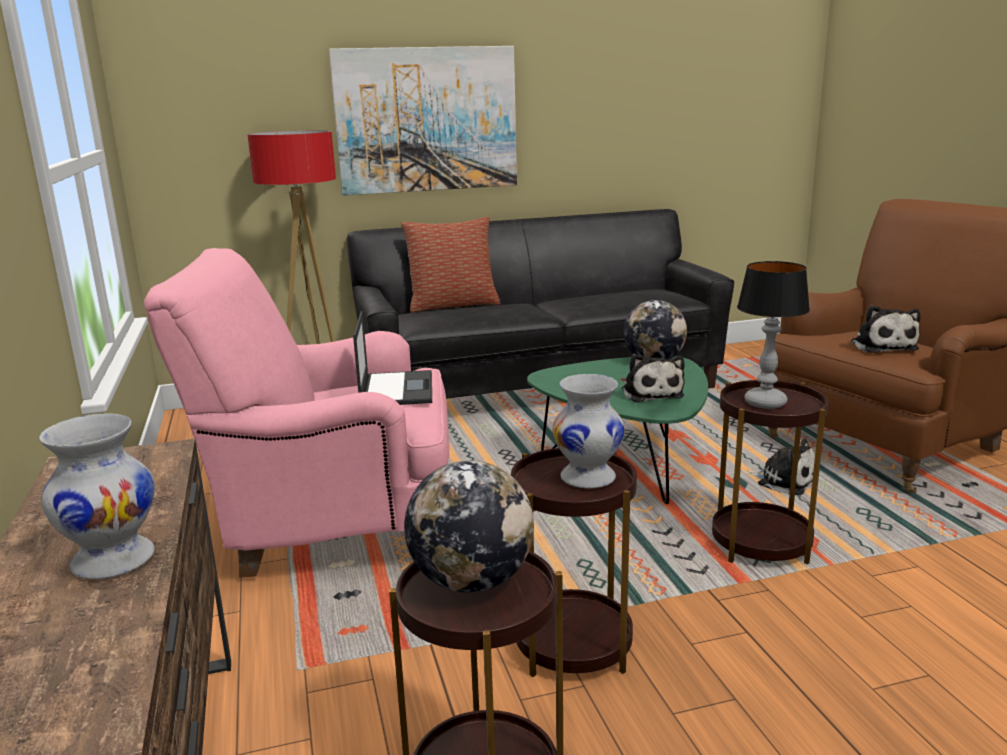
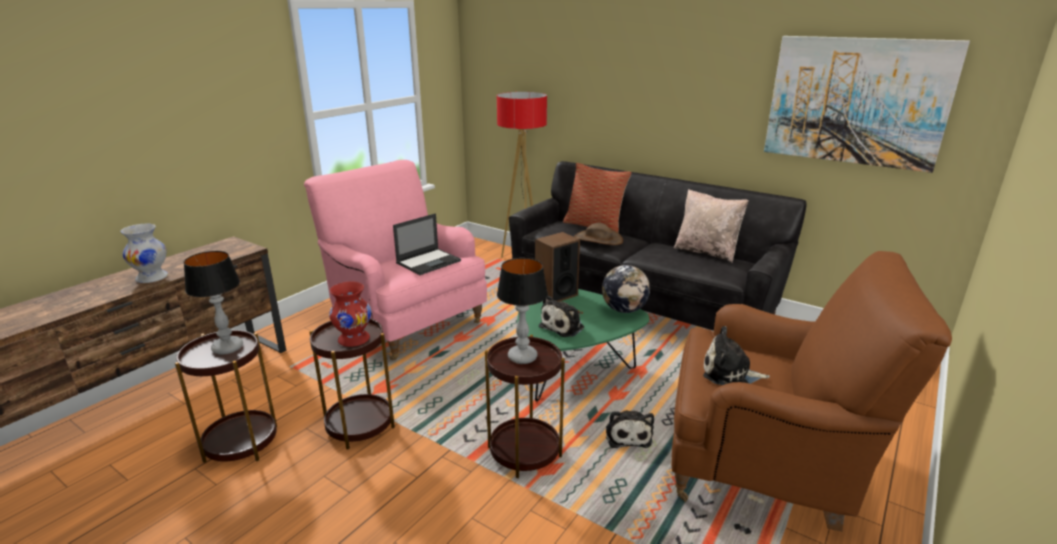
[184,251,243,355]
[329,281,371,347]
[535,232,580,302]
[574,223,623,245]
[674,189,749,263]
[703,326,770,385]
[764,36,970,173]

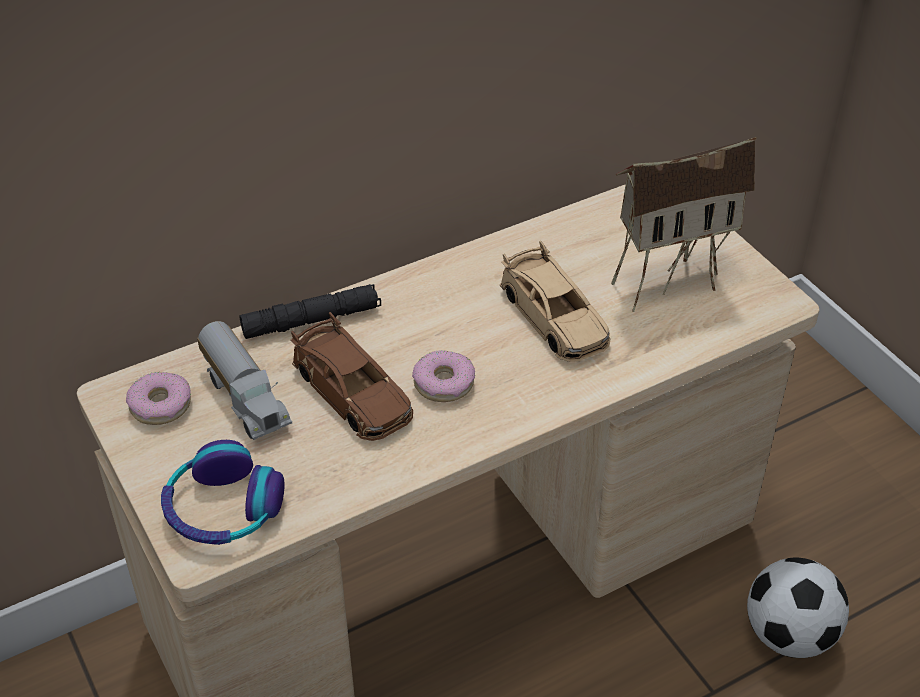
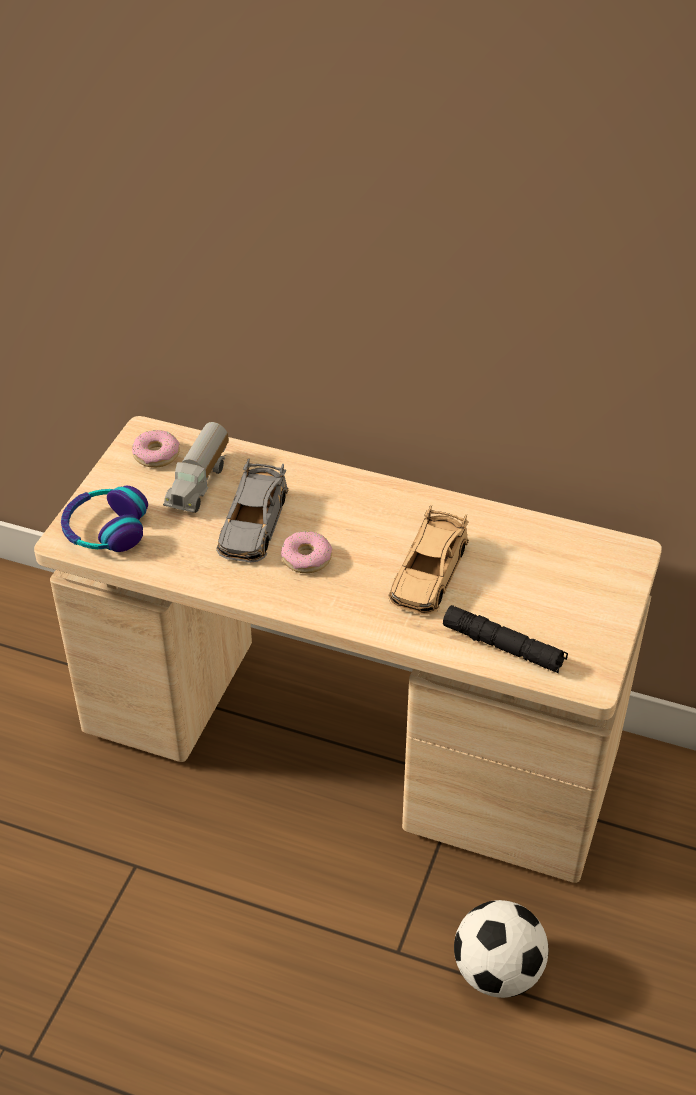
[216,459,289,563]
[443,605,568,673]
[611,137,757,312] (first image)

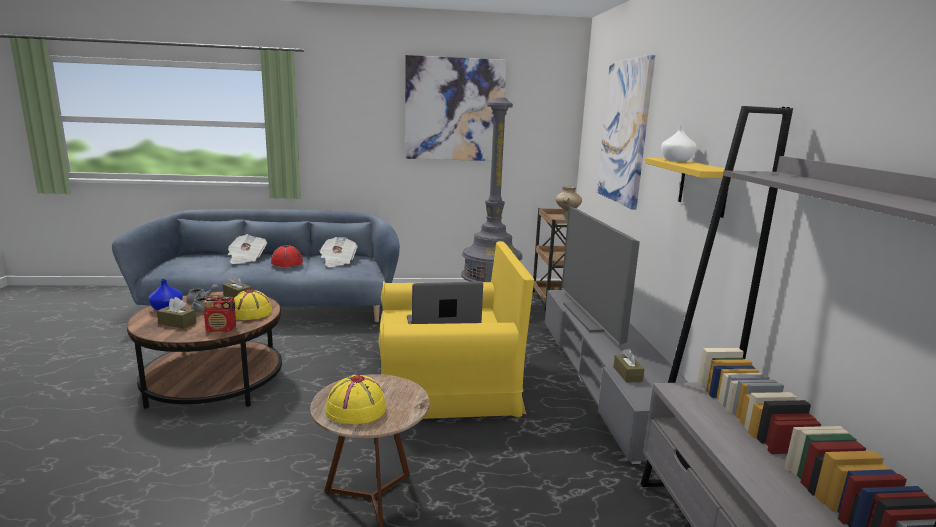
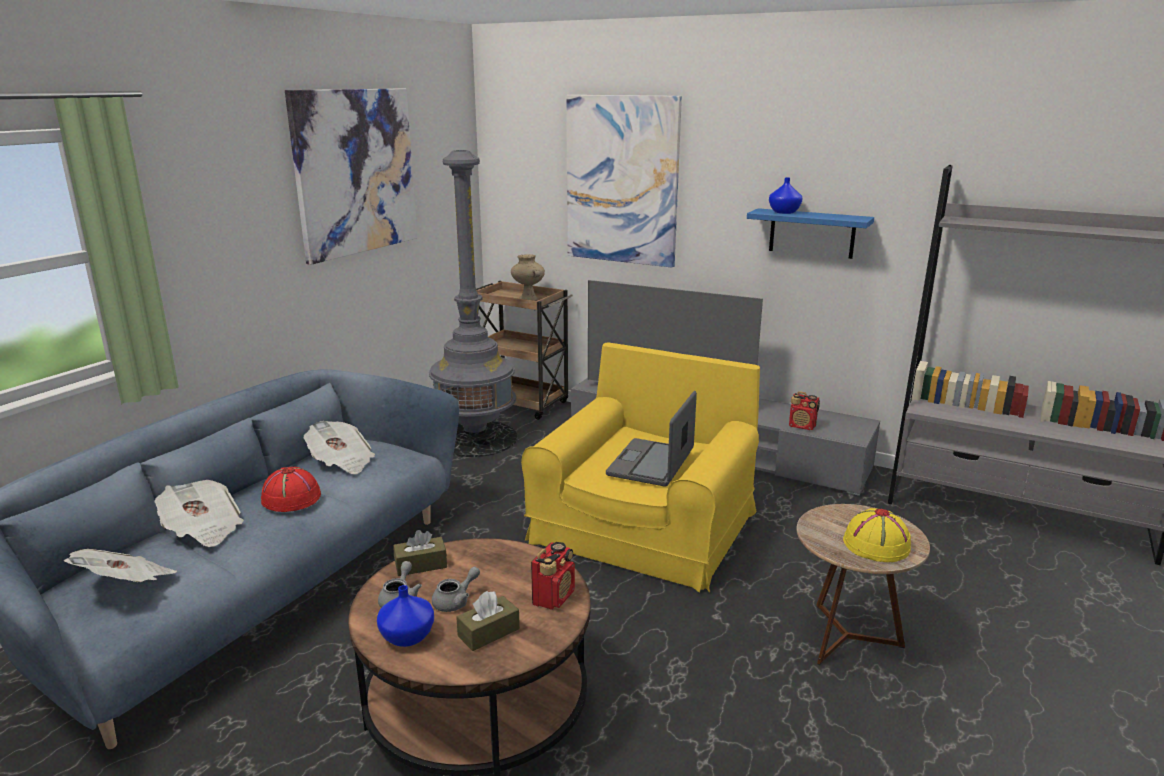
[63,549,177,582]
[747,208,874,259]
[769,177,803,214]
[789,391,820,430]
[234,289,272,320] (first image)

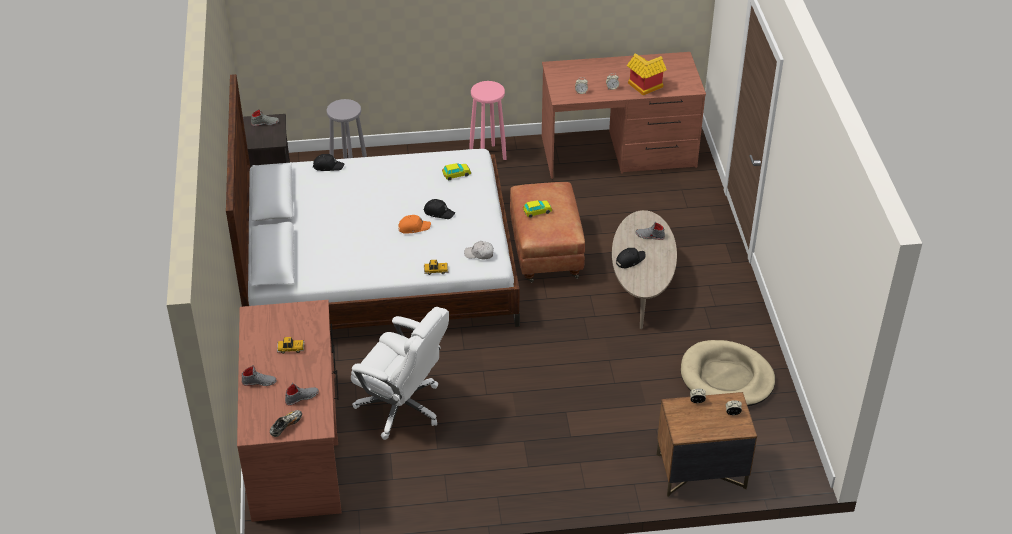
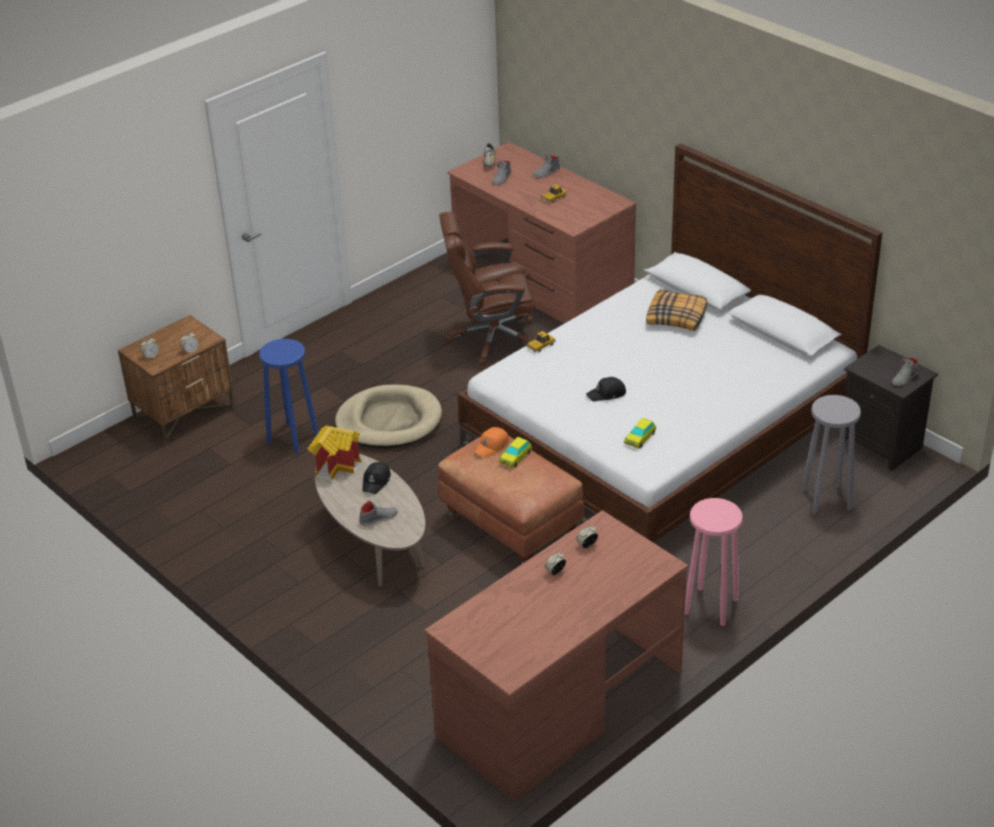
[259,339,318,454]
[307,426,361,480]
[335,385,442,448]
[439,212,535,366]
[475,427,509,457]
[646,289,707,331]
[313,154,344,171] (first image)
[464,241,494,260] (first image)

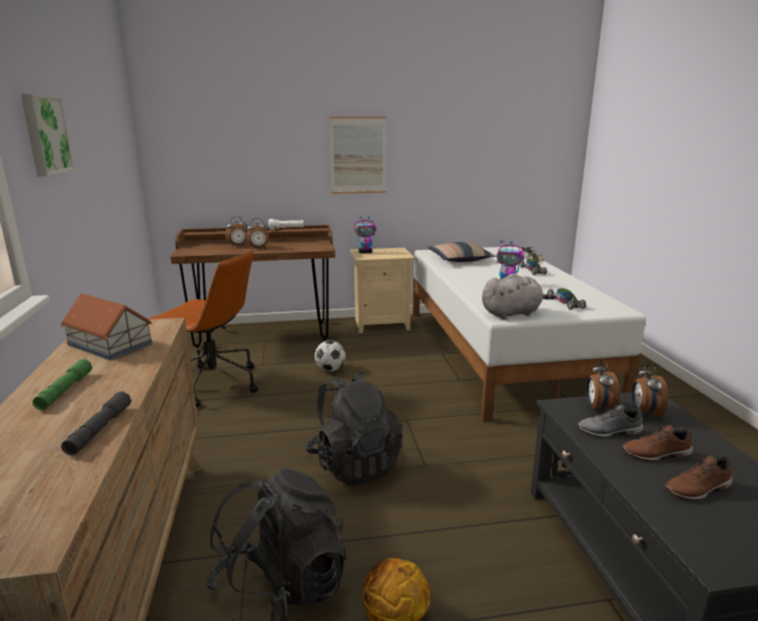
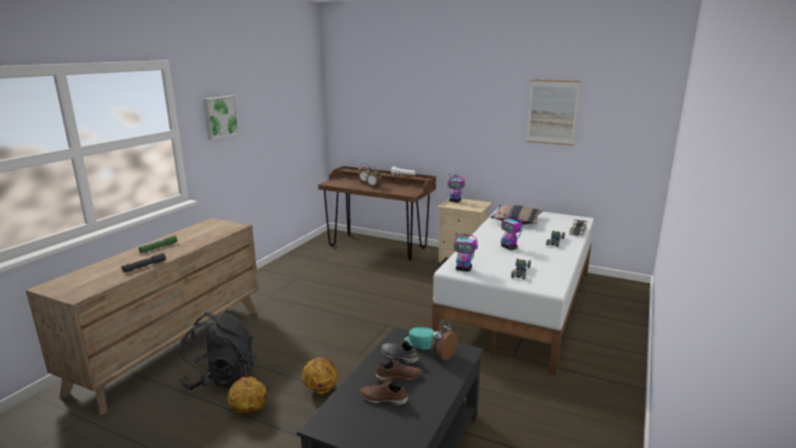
[302,357,338,394]
[376,359,422,382]
[404,327,435,350]
[453,233,478,272]
[526,80,581,146]
[60,293,152,360] (first image)
[148,250,258,407] (first image)
[305,371,403,486] (first image)
[315,340,346,371] (first image)

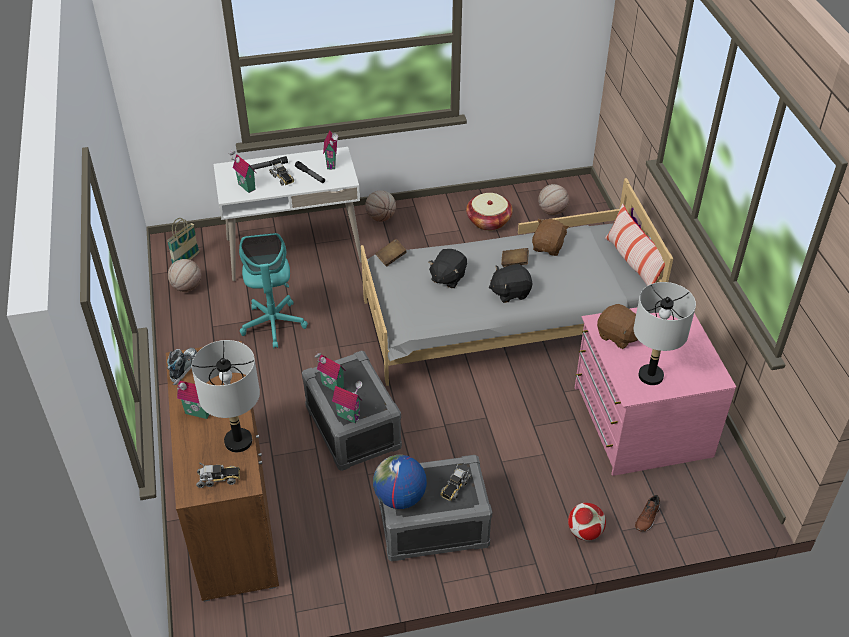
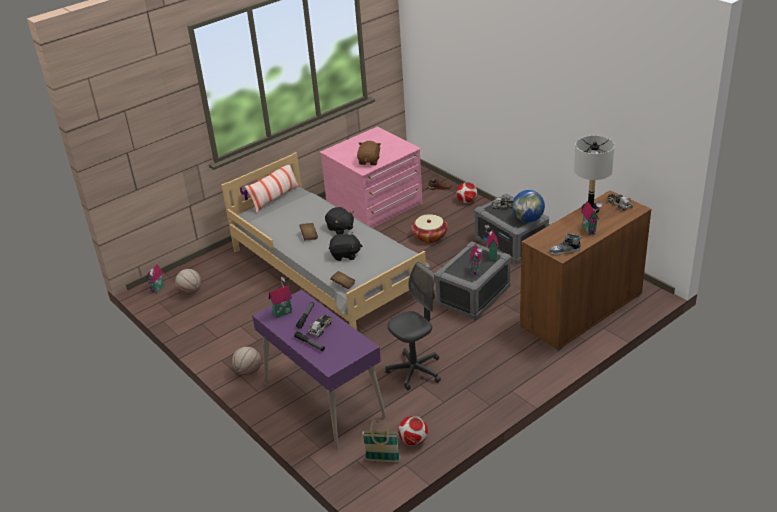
[146,264,164,294]
[252,290,386,449]
[385,262,441,390]
[399,416,428,446]
[411,214,448,243]
[532,219,569,256] (first image)
[634,282,696,385] (first image)

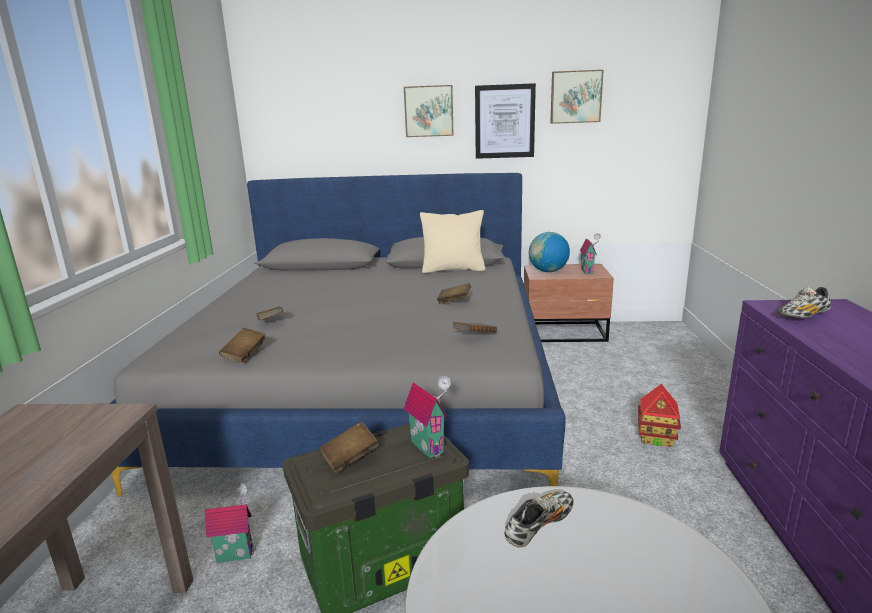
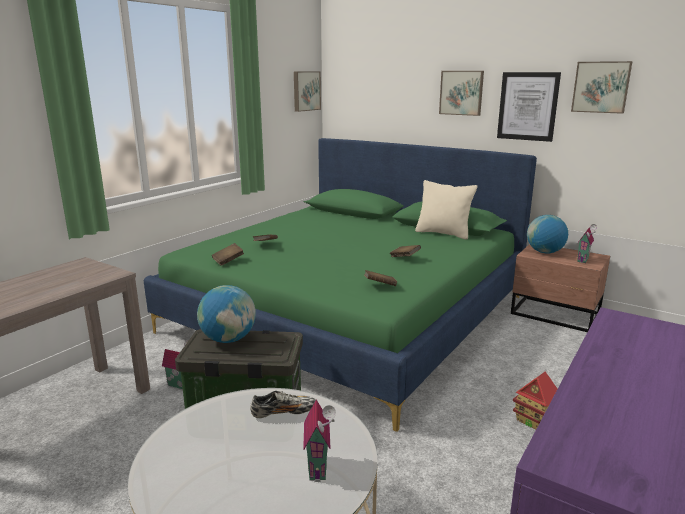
[144,138,537,432]
[197,285,256,343]
[294,71,321,112]
[303,399,336,482]
[777,287,831,318] (first image)

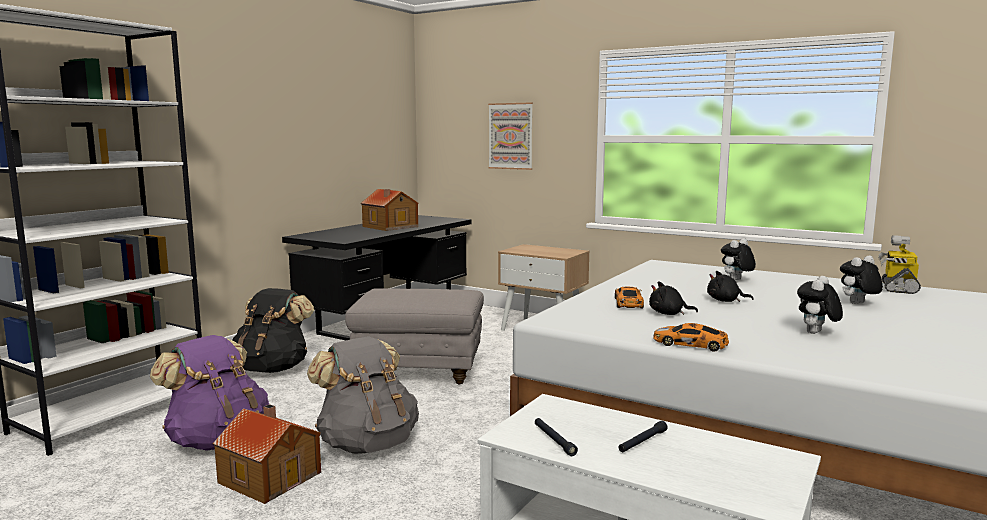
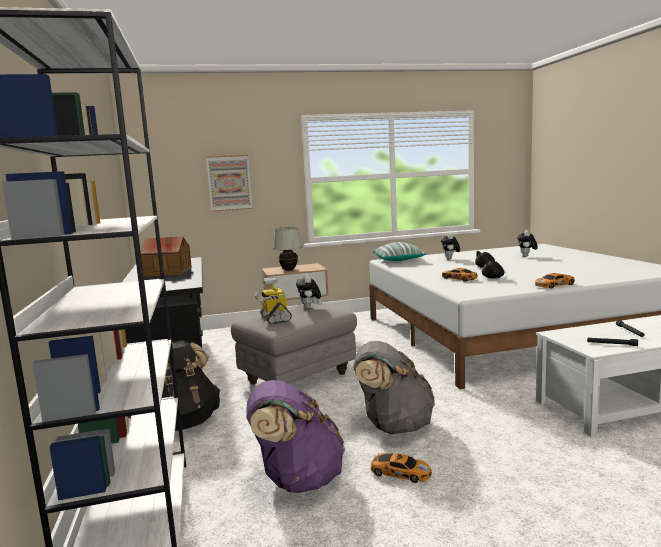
[255,277,292,324]
[273,227,302,271]
[296,274,321,309]
[371,453,432,483]
[373,242,427,261]

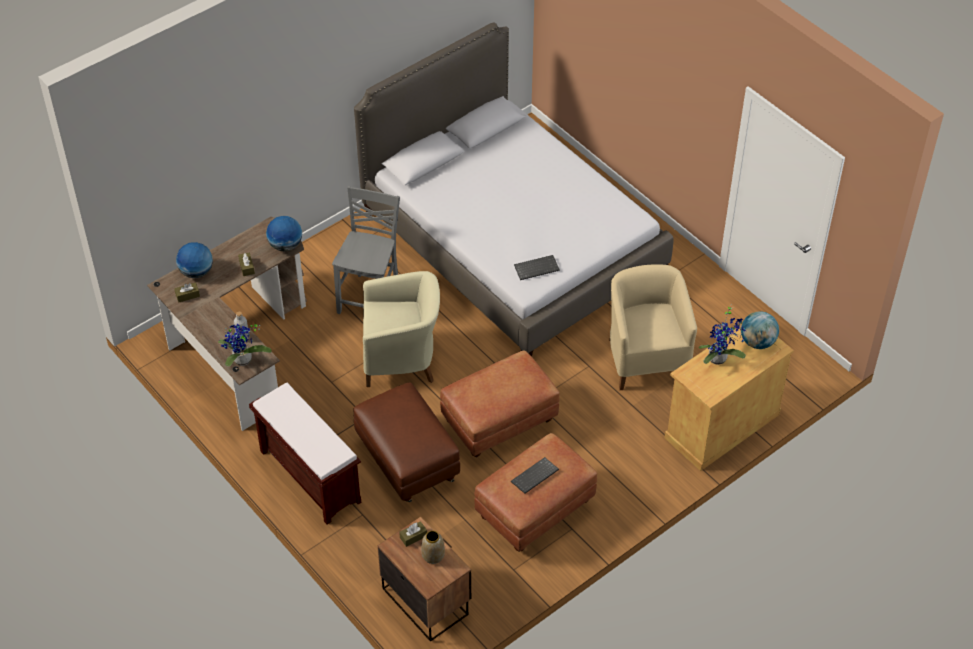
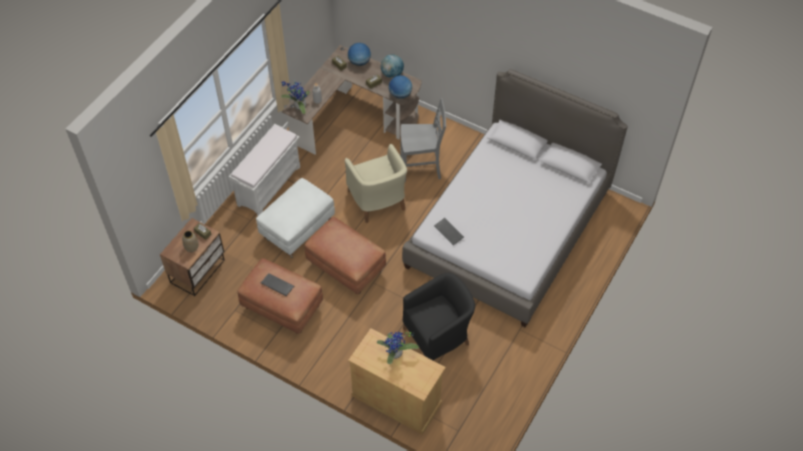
[229,124,300,216]
[256,178,335,258]
[381,54,404,78]
[403,273,475,360]

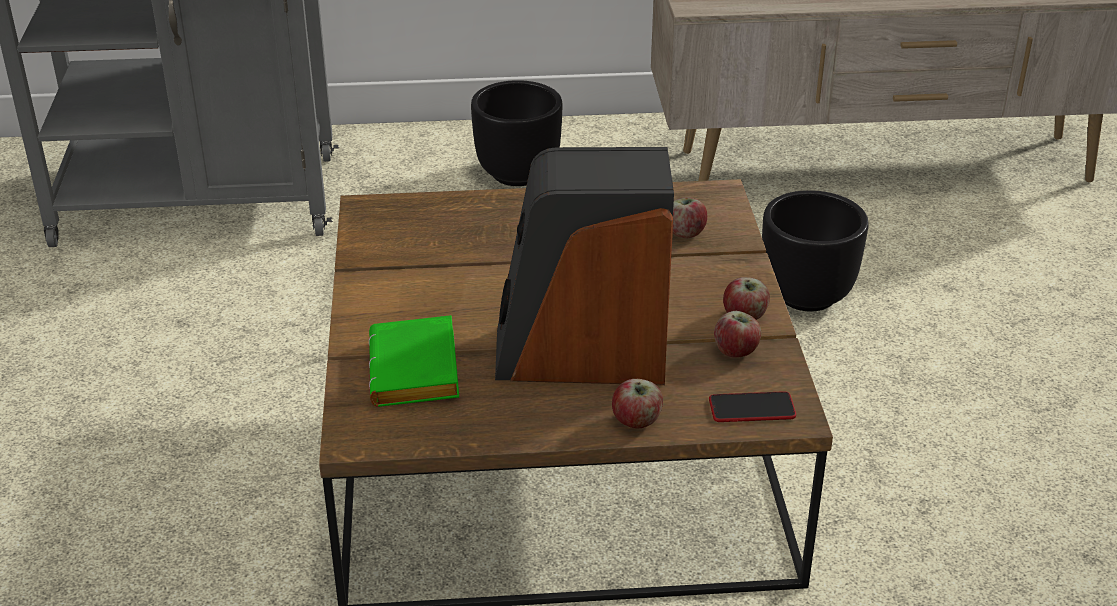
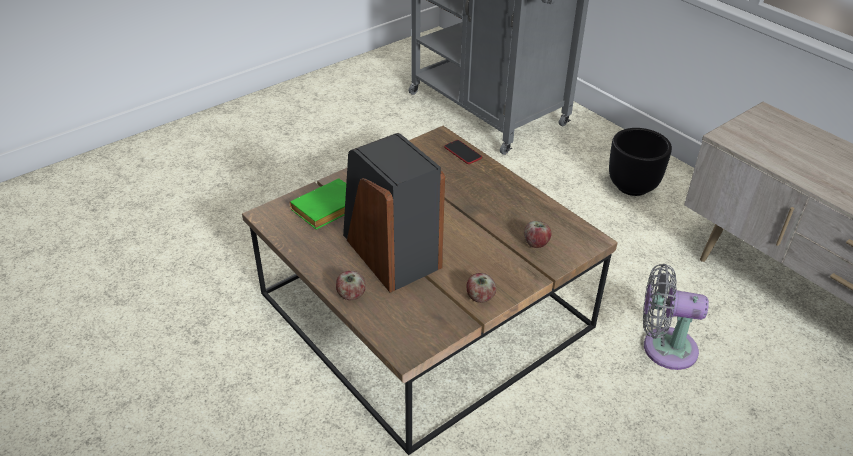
[444,140,482,164]
[643,264,709,370]
[714,311,761,358] (first image)

